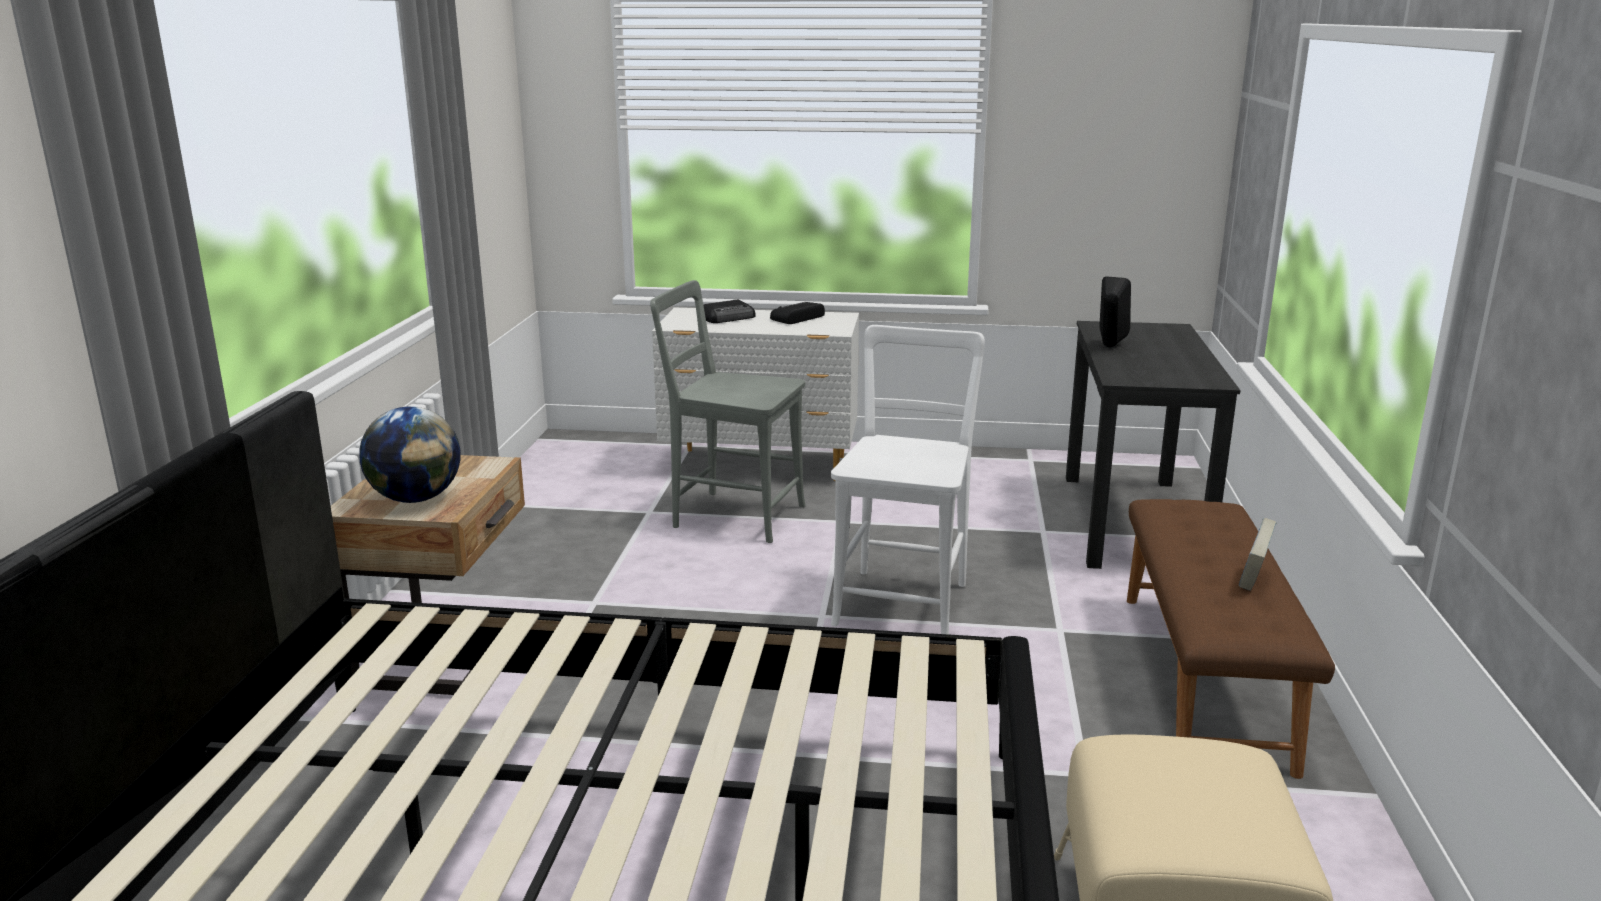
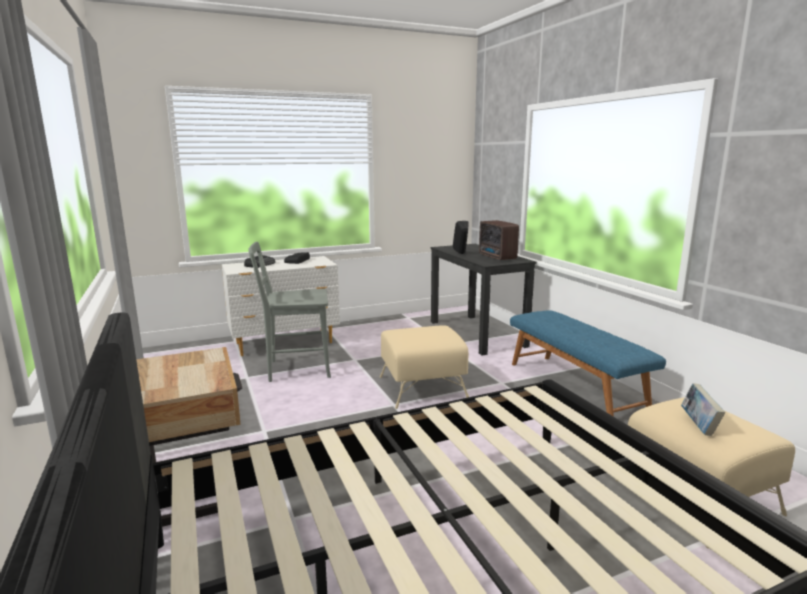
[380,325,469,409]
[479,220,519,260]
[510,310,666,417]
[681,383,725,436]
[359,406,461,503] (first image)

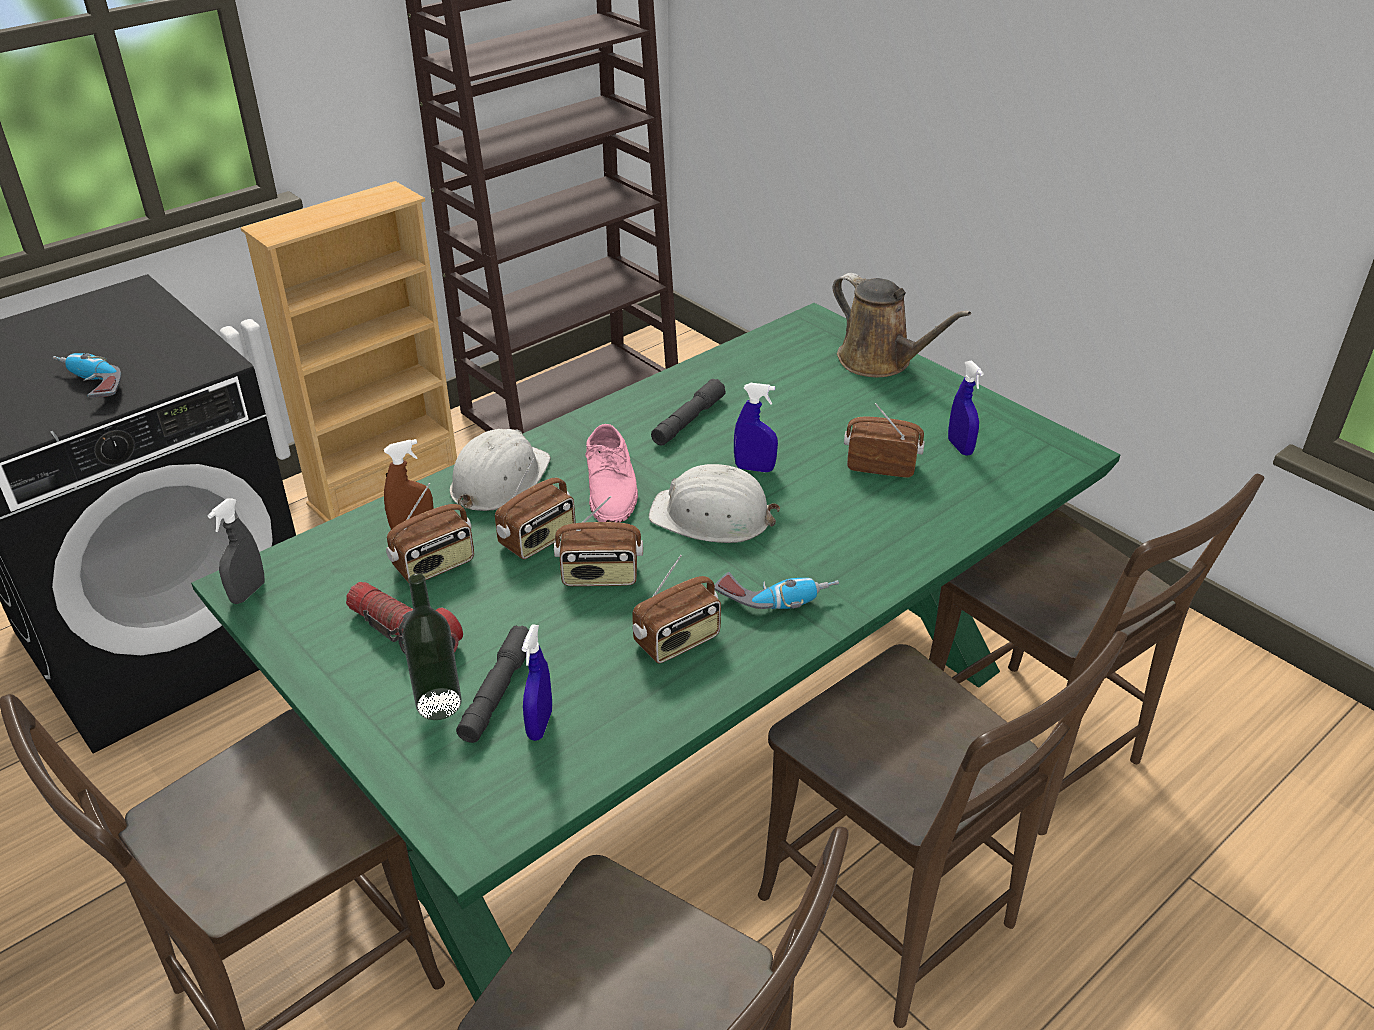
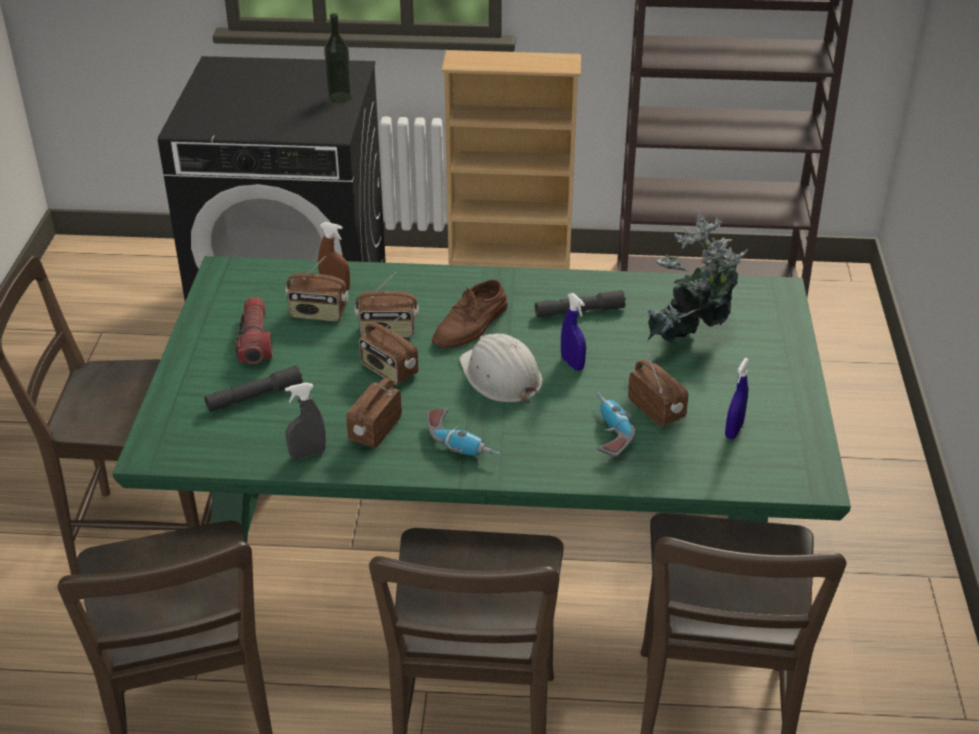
[285,382,326,459]
[324,13,352,103]
[346,378,402,448]
[432,279,508,348]
[597,392,635,457]
[648,212,748,343]
[449,429,551,511] (first image)
[522,624,552,741] (first image)
[833,273,971,377] (first image)

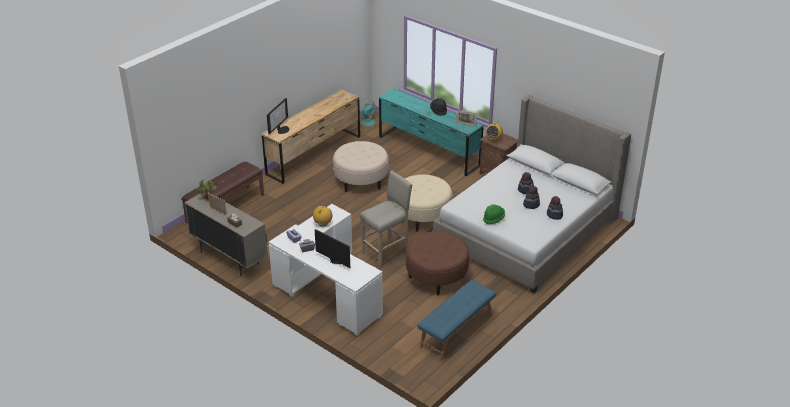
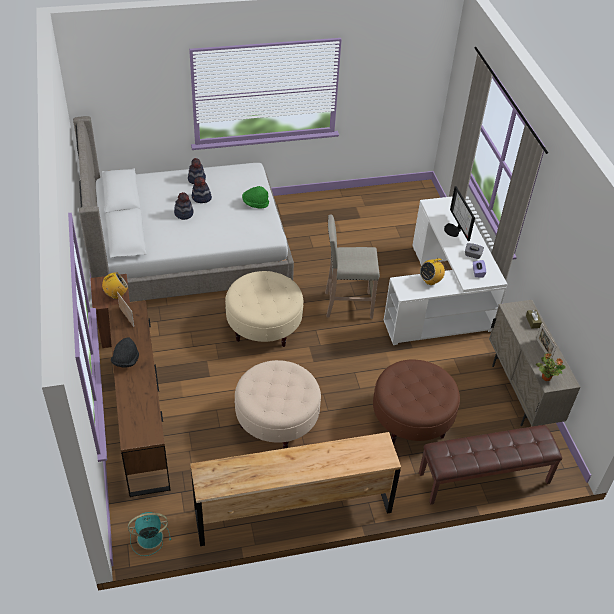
[108,301,171,497]
[373,360,460,443]
[267,98,289,134] (first image)
[417,280,496,360] (first image)

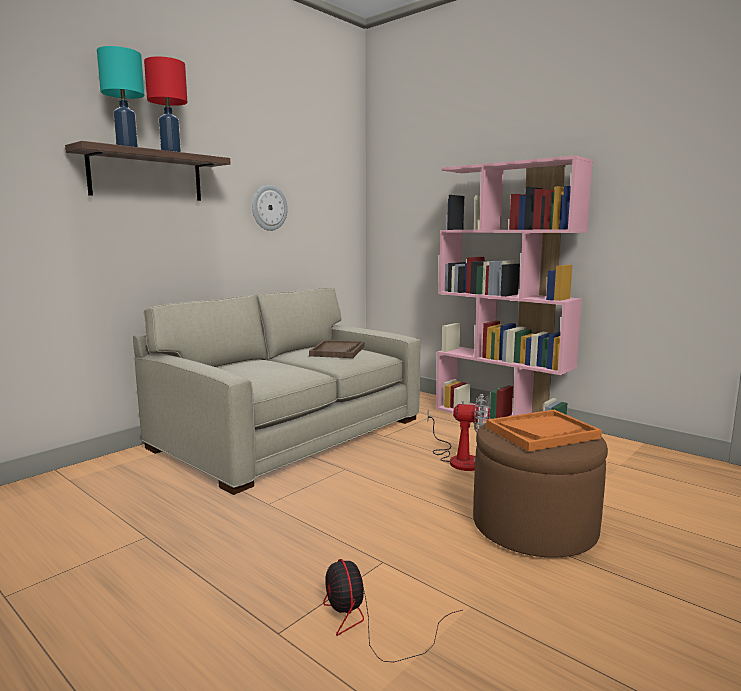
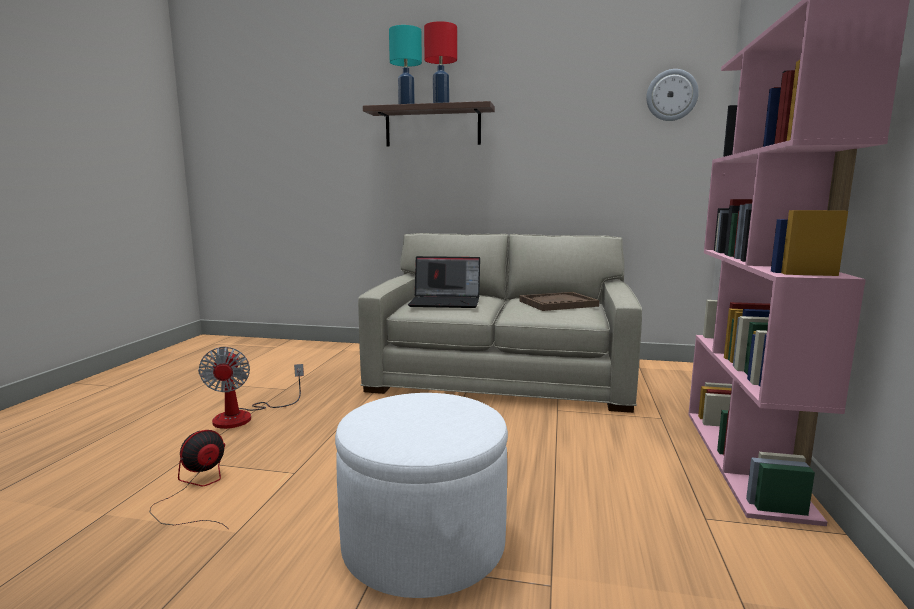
[198,347,304,429]
[335,393,508,598]
[408,256,480,308]
[646,69,699,121]
[486,410,602,452] (first image)

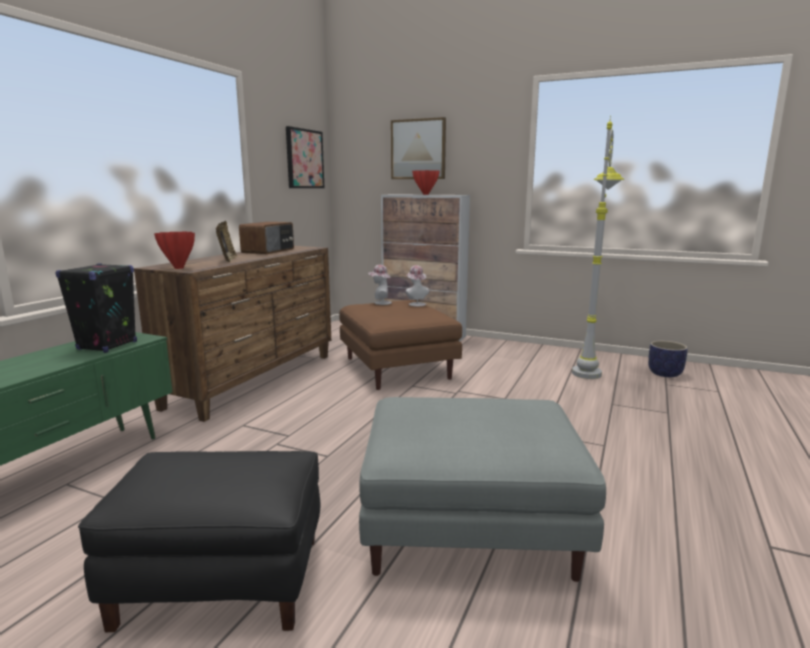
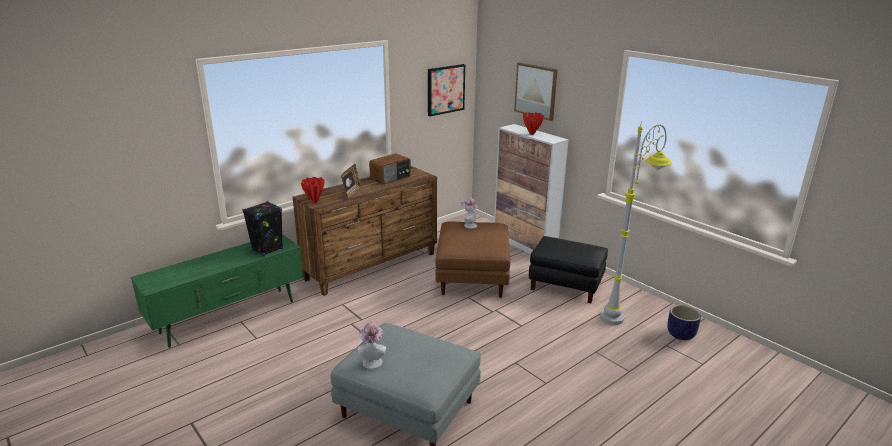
[358,322,386,369]
[529,236,608,303]

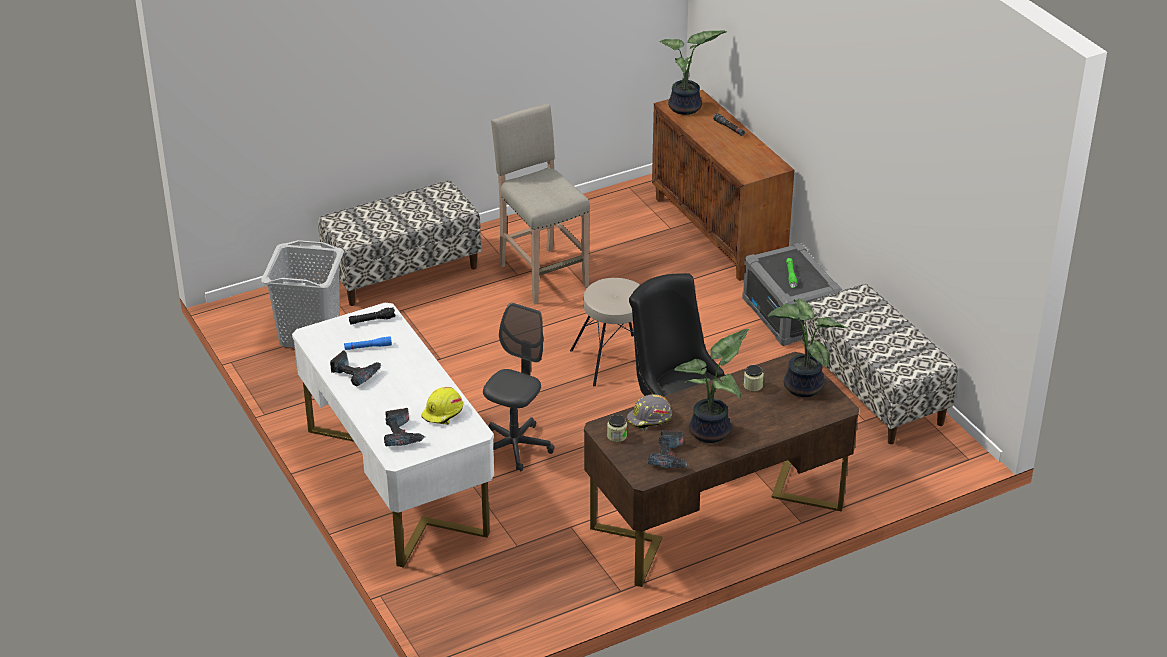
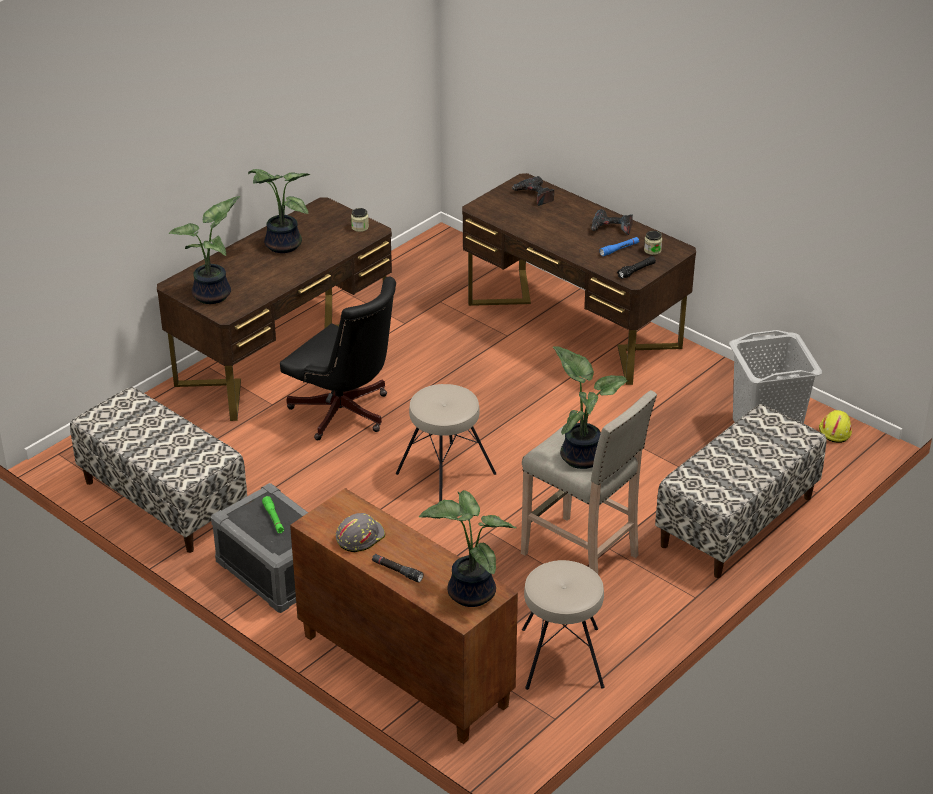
[336,513,385,552]
[462,173,696,385]
[522,560,605,690]
[553,346,628,469]
[644,231,662,255]
[819,410,852,443]
[483,303,554,472] (first image)
[648,430,689,468] (first image)

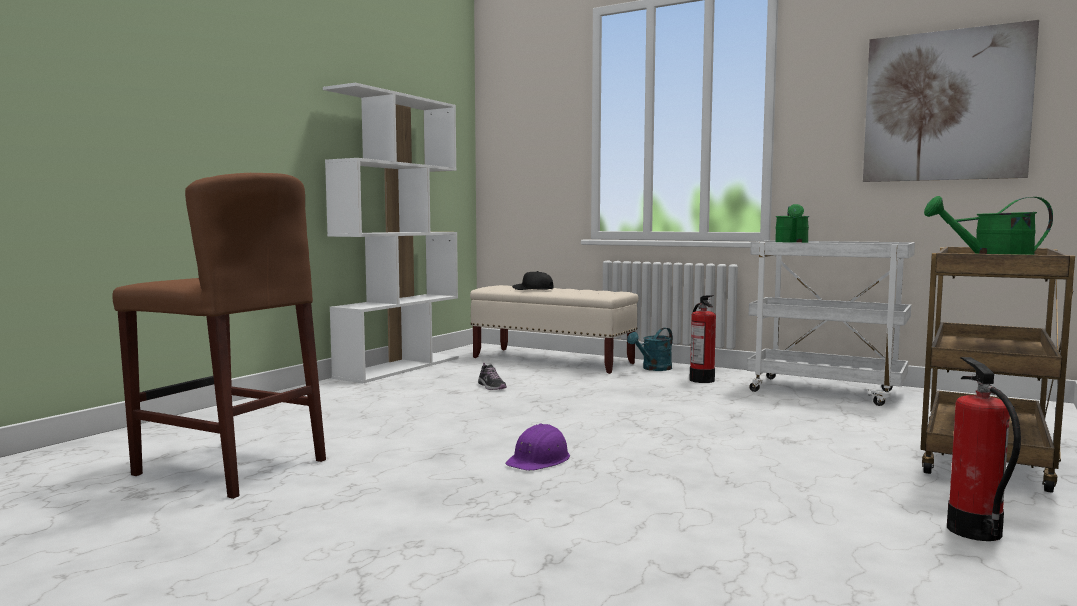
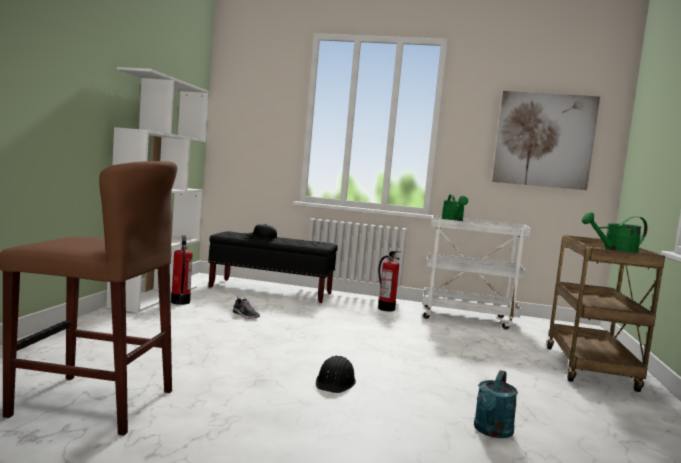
[171,235,193,305]
[208,231,338,303]
[316,355,356,393]
[474,370,518,438]

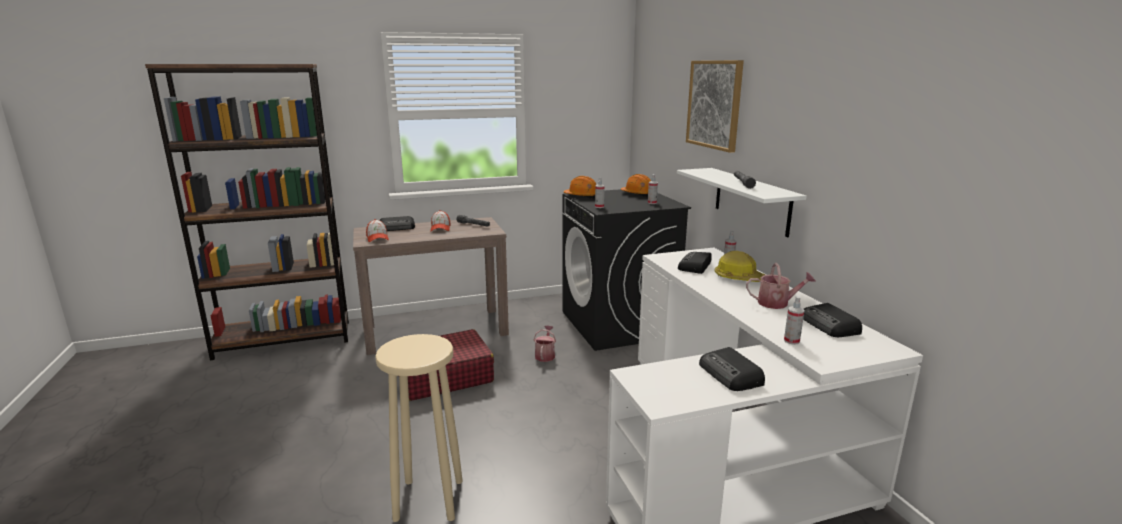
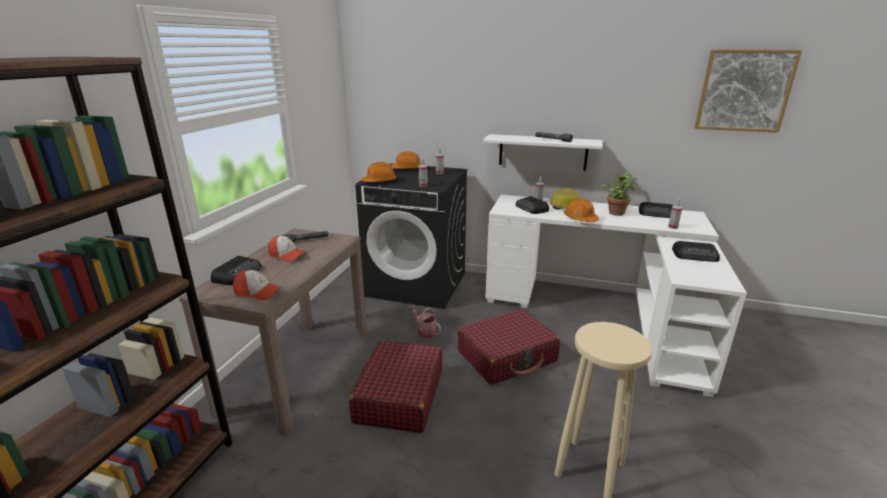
[458,309,560,385]
[564,198,599,222]
[600,172,637,216]
[695,50,802,133]

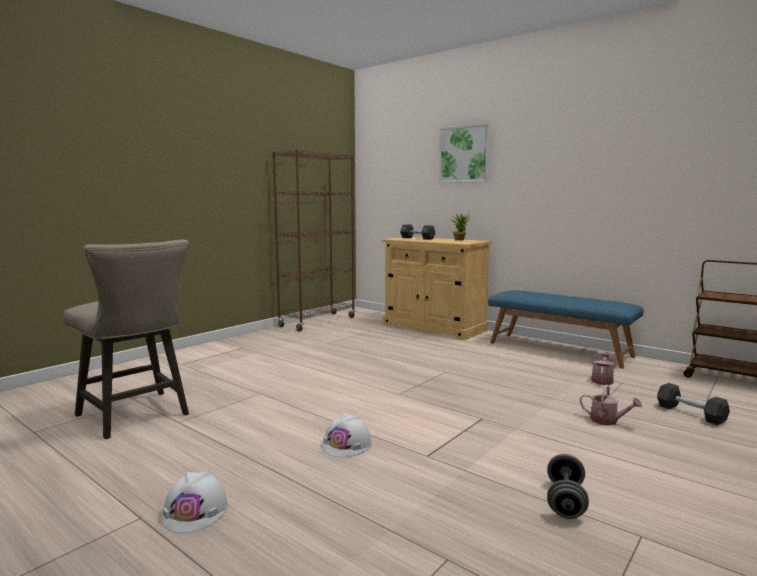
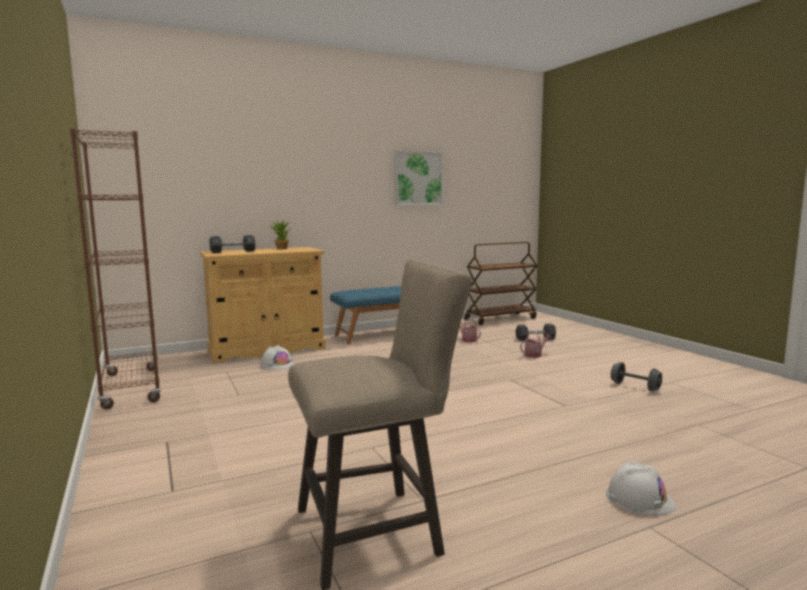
[261,345,294,370]
[395,151,443,206]

